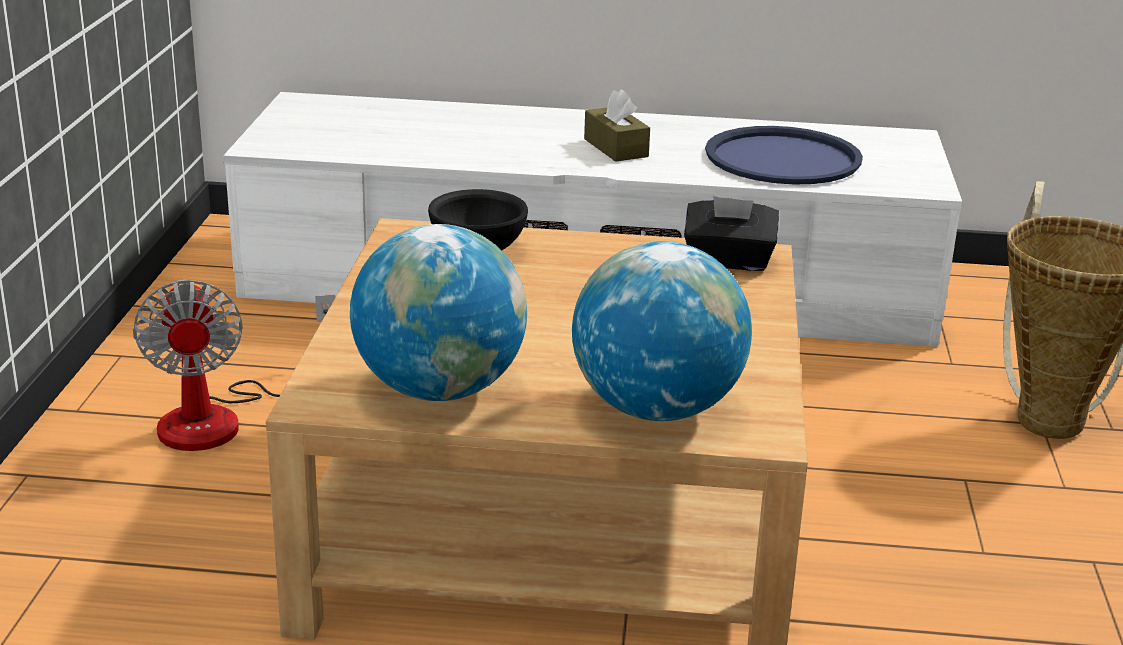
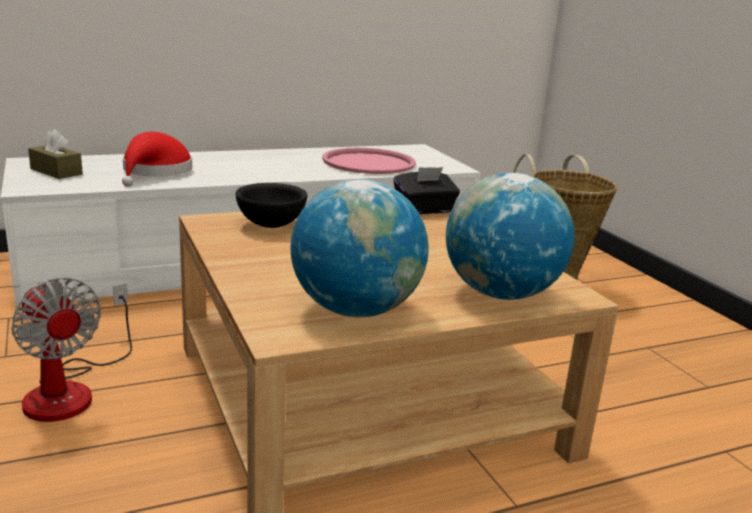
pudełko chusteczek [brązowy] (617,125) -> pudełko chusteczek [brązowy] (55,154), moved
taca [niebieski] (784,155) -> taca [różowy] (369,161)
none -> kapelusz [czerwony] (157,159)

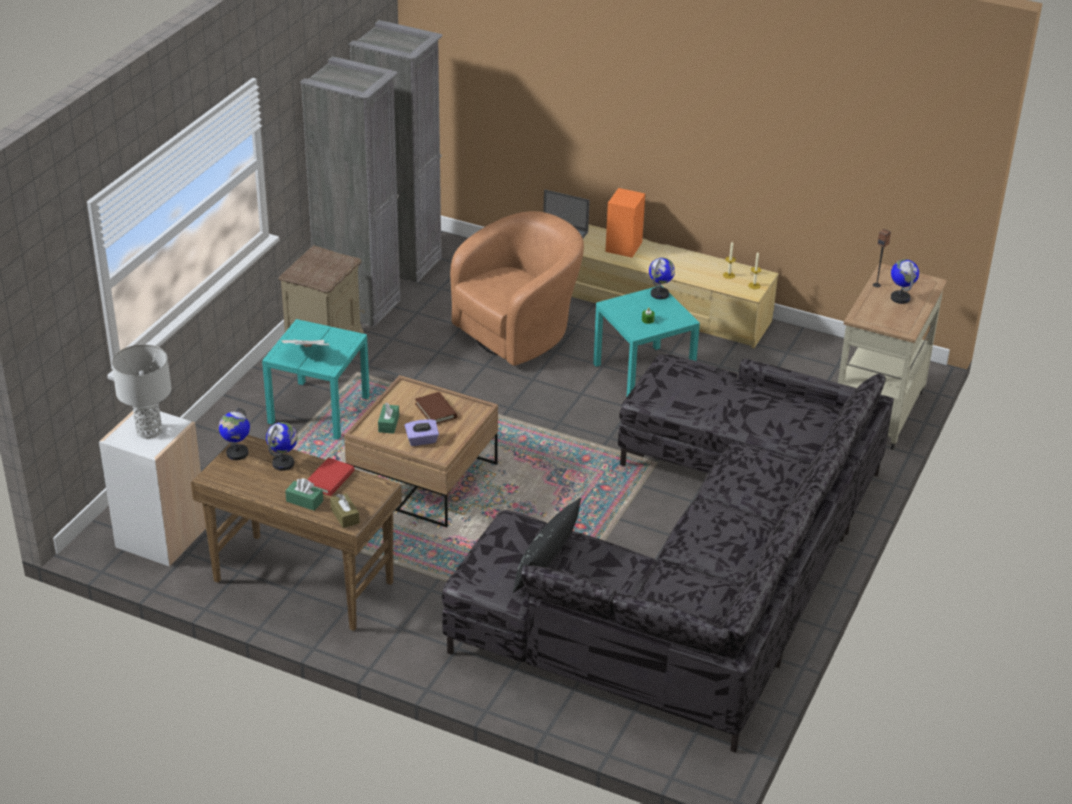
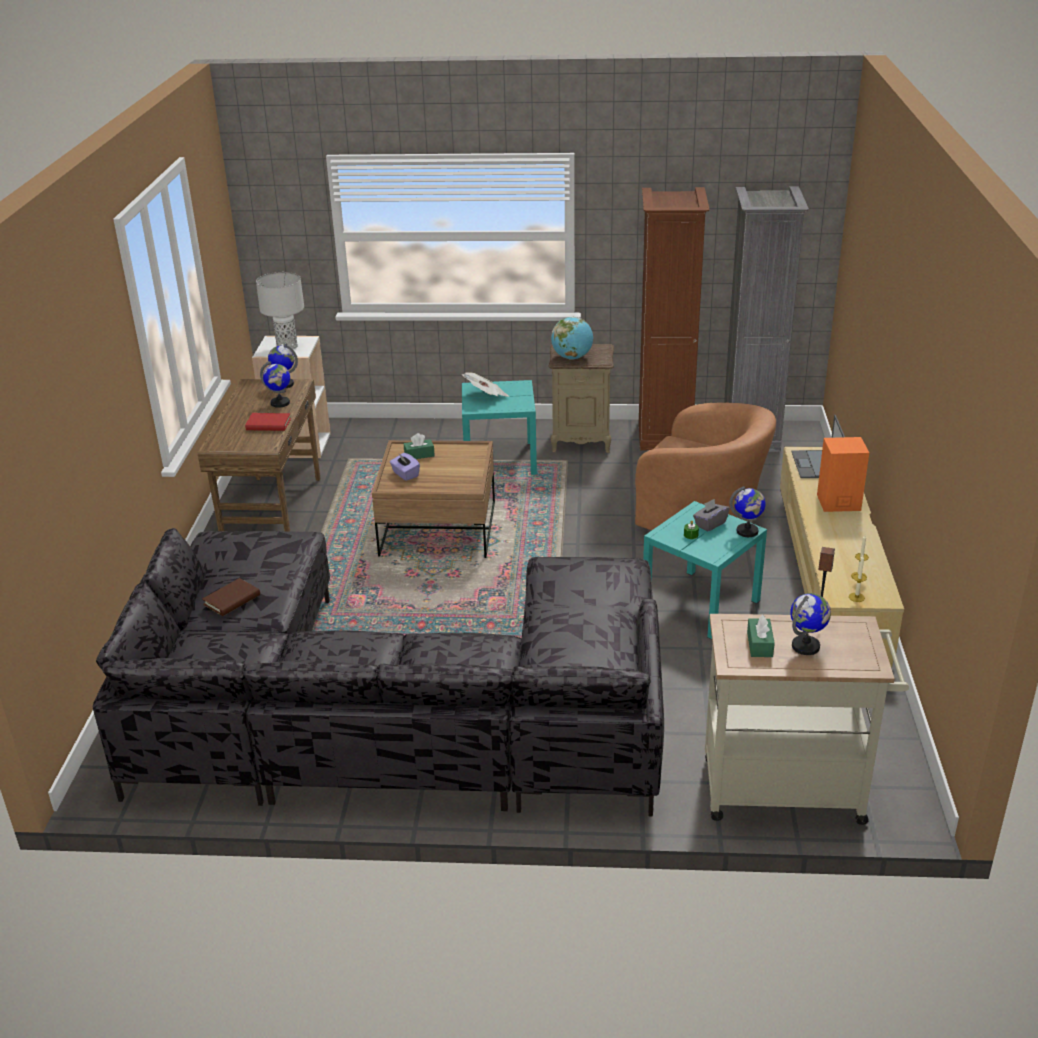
pudełko chusteczek [zielony] (304,494) -> pudełko chusteczek [zielony] (761,635), moved
szafka [szary] (350,191) -> szafka [brązowy] (674,319)
pudełko chusteczek [brązowy] (345,510) -> none
książka [brązowy] (436,408) -> książka [brązowy] (231,597), moved
poduszka [czarny] (547,545) -> none
none -> globus (572,338)
none -> pudełko chusteczek [szary] (711,515)

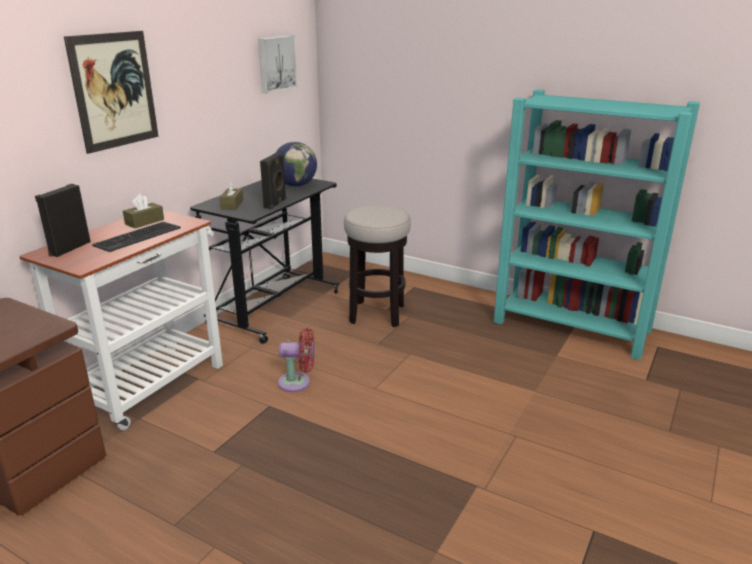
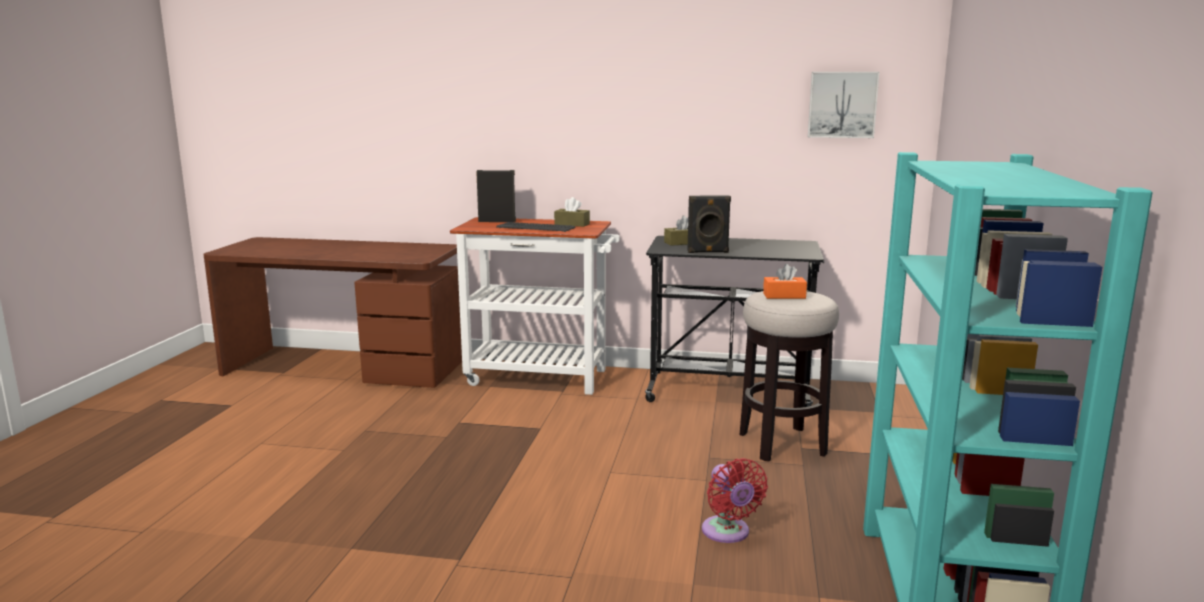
obraz (111,92) -> none
globus (296,164) -> none
wentylator [czerwony] (296,360) -> wentylator [czerwony] (735,500), moved
none -> pudełko chusteczek [pomarańczowy] (785,281)

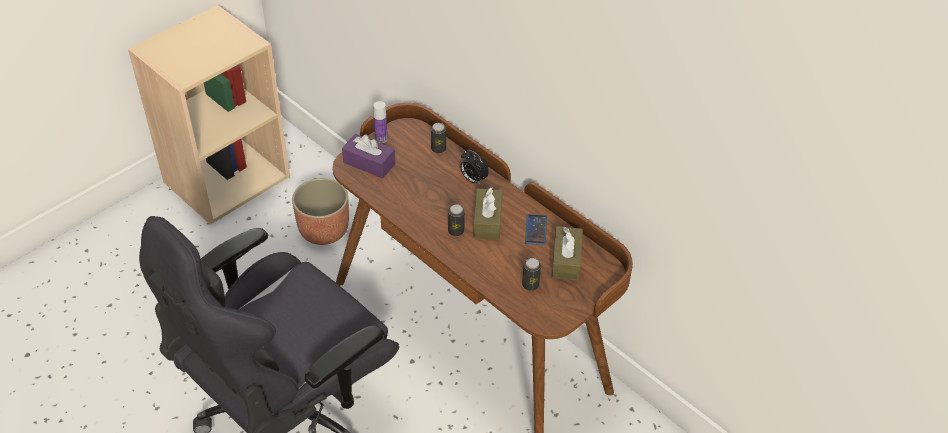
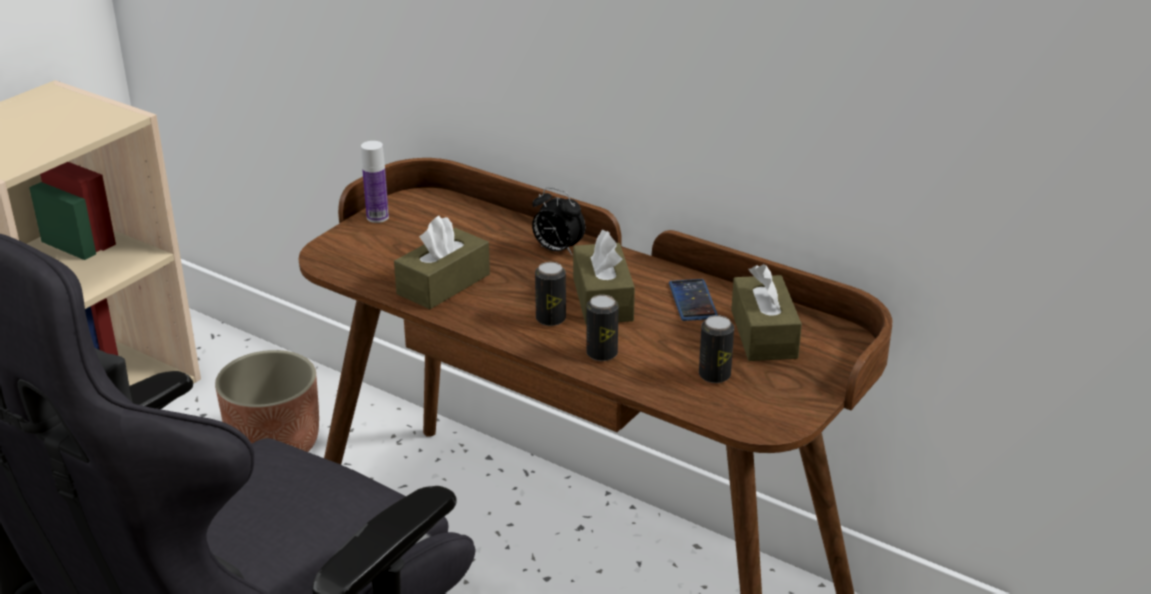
pudełko chusteczek [fioletowy] (369,156) -> none
puszka (438,138) -> puszka (602,328), moved
none -> pudełko chusteczek [brązowy] (442,262)

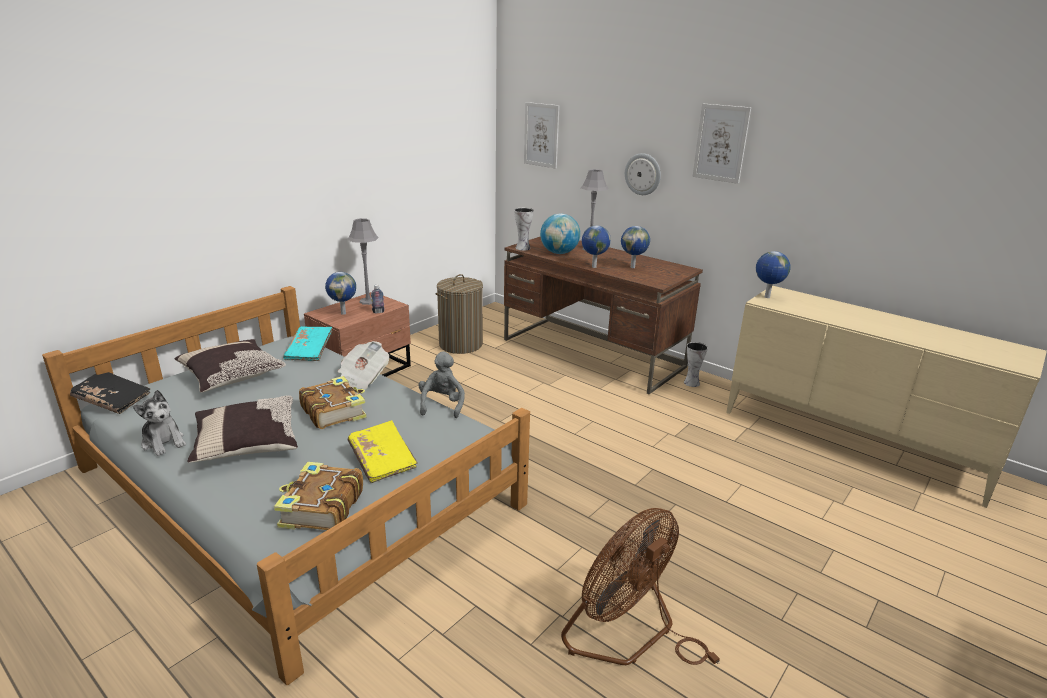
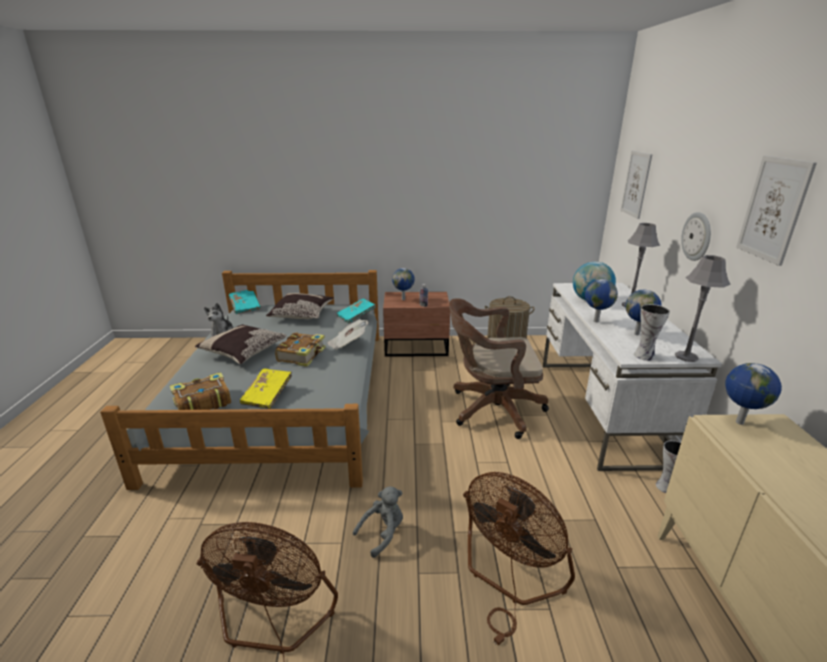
książka [czarny] (110,393) -> książka [turkusowy] (245,302)
lampa stołowa [szary] (363,261) -> lampa stołowa [szary] (702,308), moved
pluszak [szary] (441,384) -> pluszak [szary] (378,522), moved
biurko [brązowy] (603,315) -> biurko [biały] (632,377)
wazon (524,229) -> wazon (652,332), moved
none -> krzesło biurowe [brązowy] (499,368)
none -> wentylator [brązowy] (519,558)

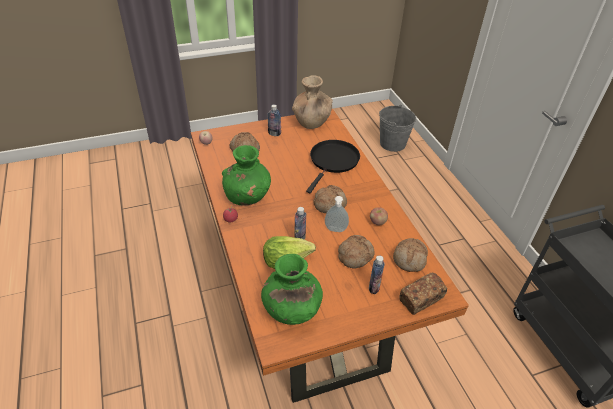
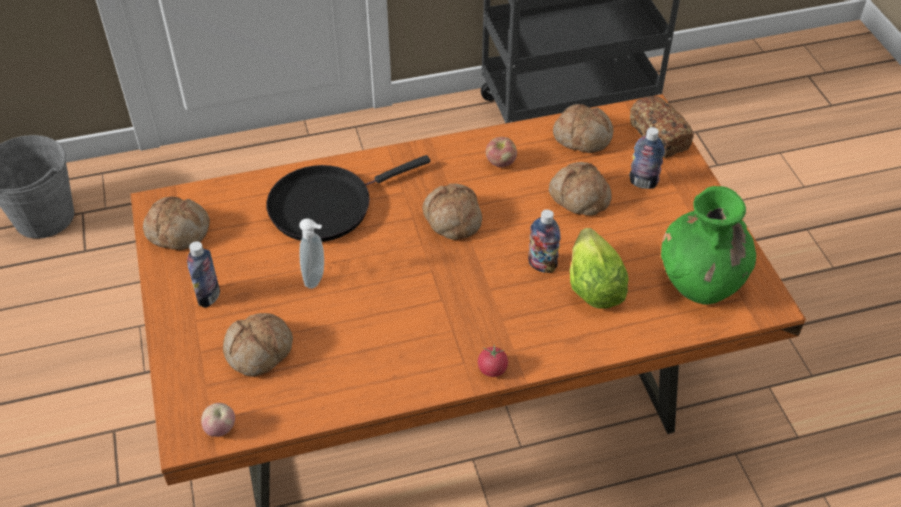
wazon [zielony] (246,175) -> none
wazon [brązowy] (312,102) -> chleb (176,223)
patelnia [czarny] (333,166) -> patelnia [czarny] (348,198), 60 degrees counterclockwise
dozownik mydła (337,214) -> dozownik mydła (311,253), moved

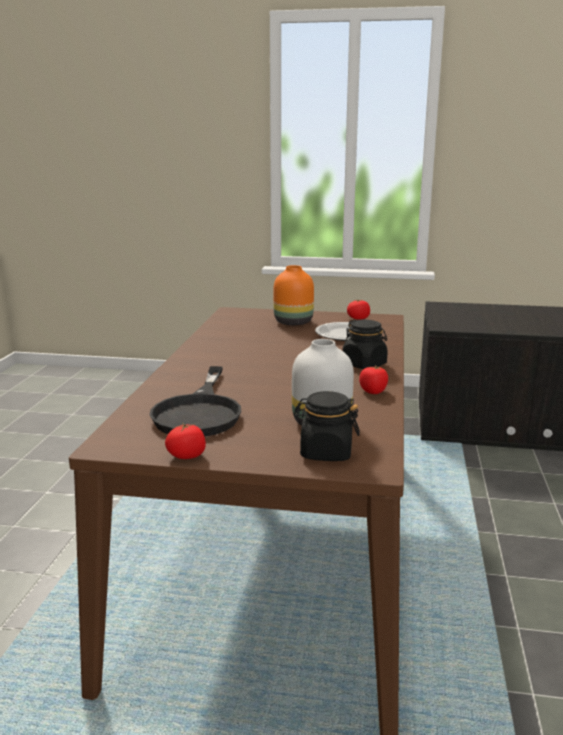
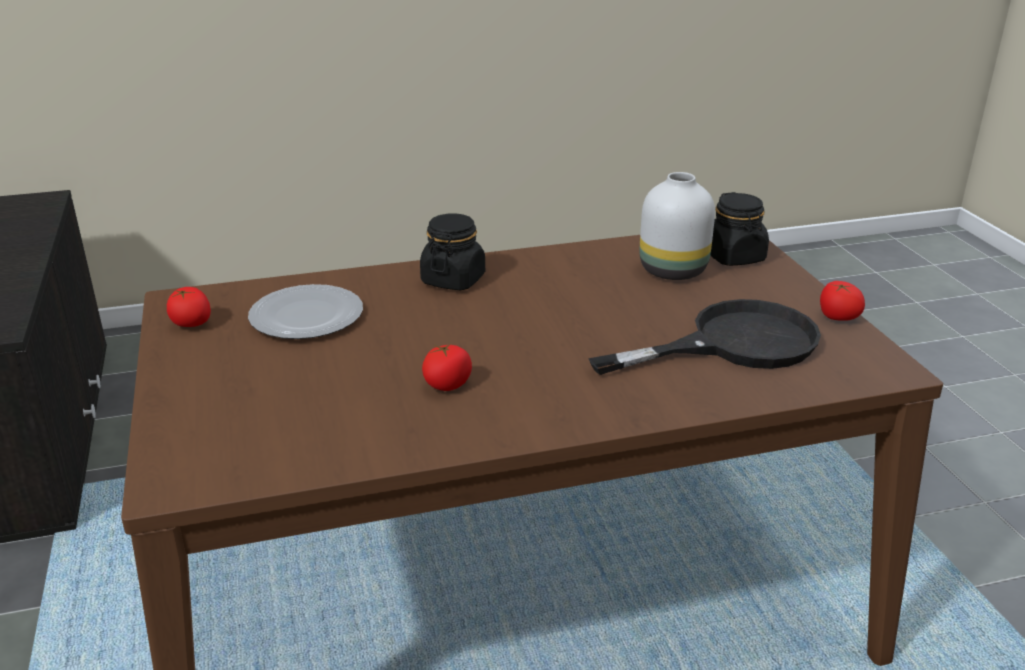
wazon [pomarańczowy] (294,295) -> none
pomidor (373,379) -> pomidor (447,367), moved

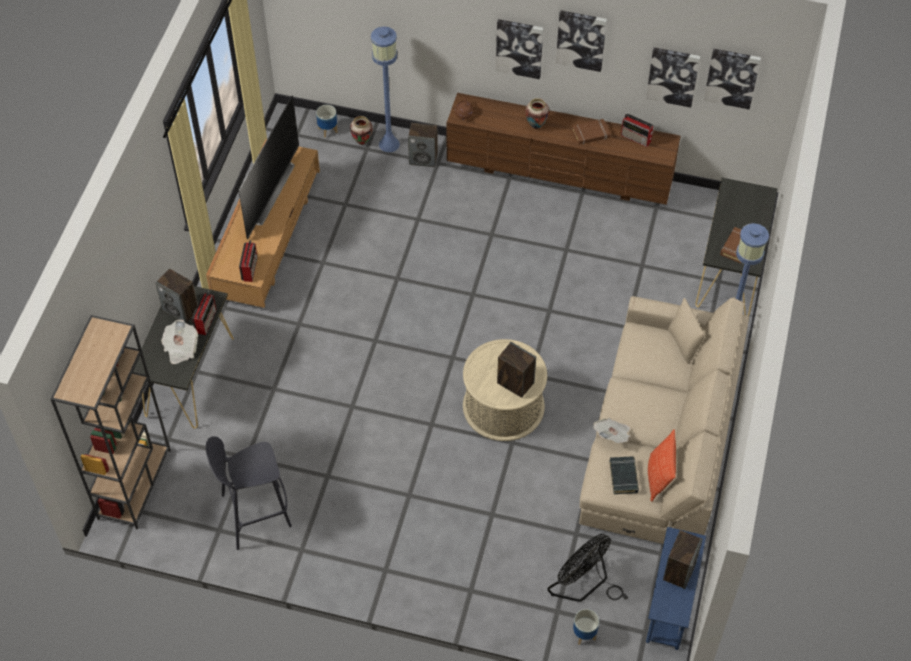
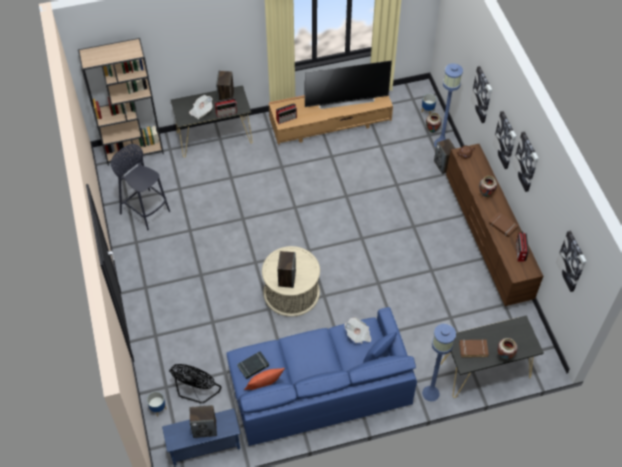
kanapa [beżowy] (664,420) -> kanapa [niebieski] (321,376)
gazeta (611,430) -> gazeta (358,330), moved
obraz (673,77) -> obraz (481,94), moved
none -> wazon (507,349)

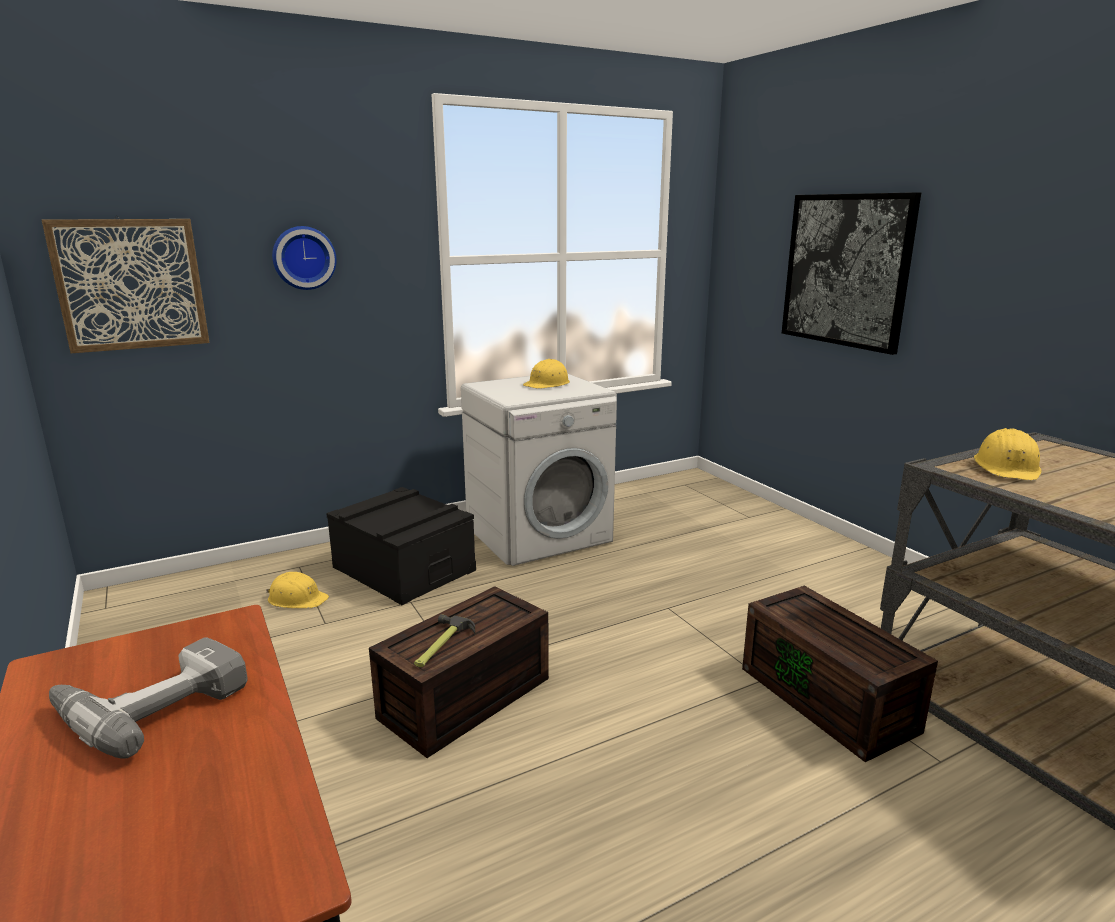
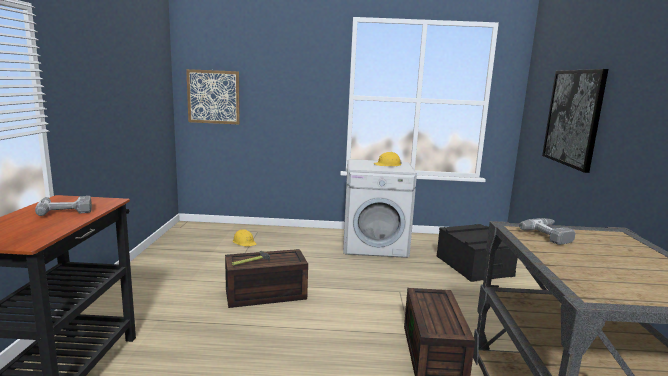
zegar ścienny (304,258) -> none
pojemnik do przechowywania [czarny] (401,546) -> pojemnik do przechowywania [czarny] (477,253), moved
kask [żółty] (1008,454) -> wiertarka (547,231)

